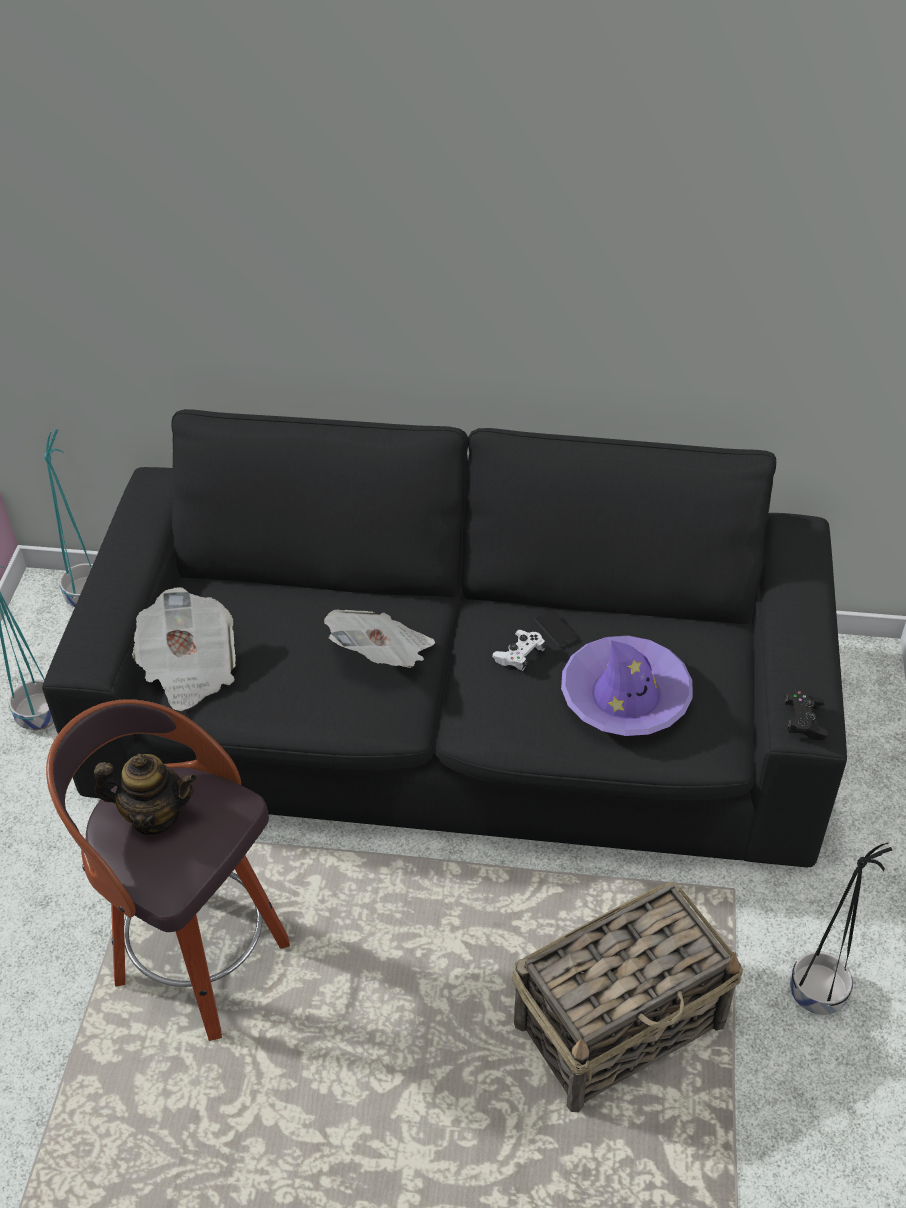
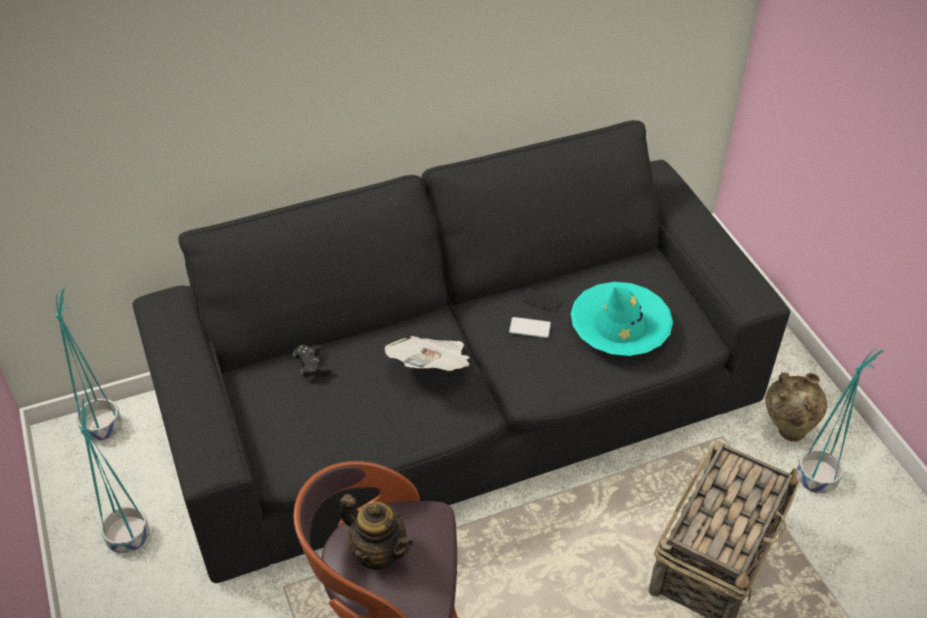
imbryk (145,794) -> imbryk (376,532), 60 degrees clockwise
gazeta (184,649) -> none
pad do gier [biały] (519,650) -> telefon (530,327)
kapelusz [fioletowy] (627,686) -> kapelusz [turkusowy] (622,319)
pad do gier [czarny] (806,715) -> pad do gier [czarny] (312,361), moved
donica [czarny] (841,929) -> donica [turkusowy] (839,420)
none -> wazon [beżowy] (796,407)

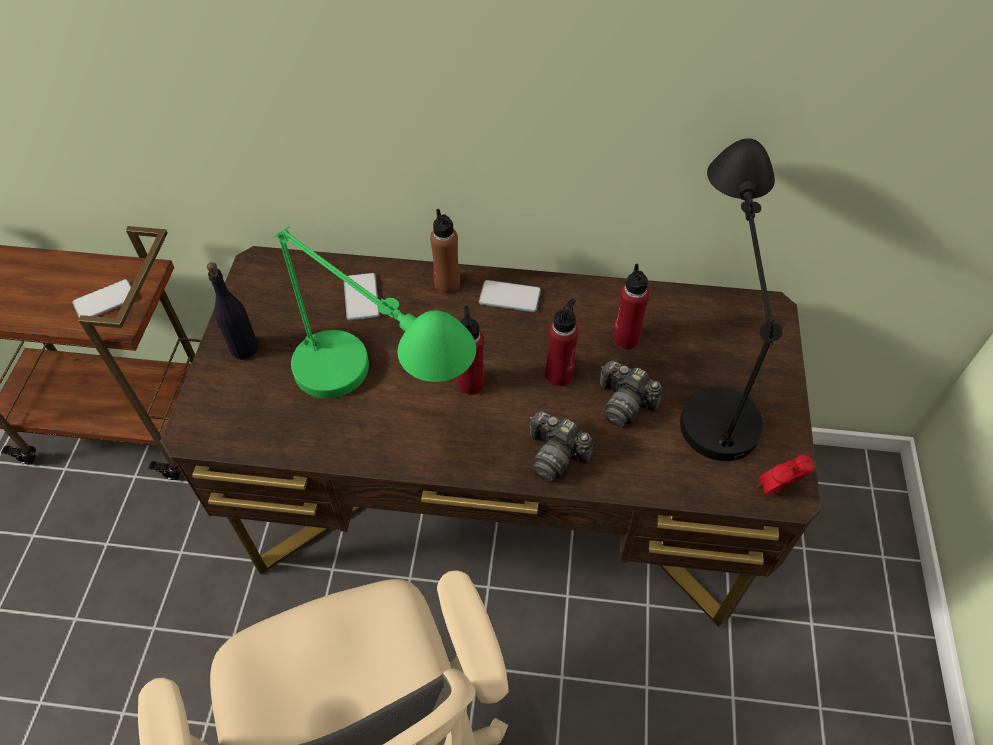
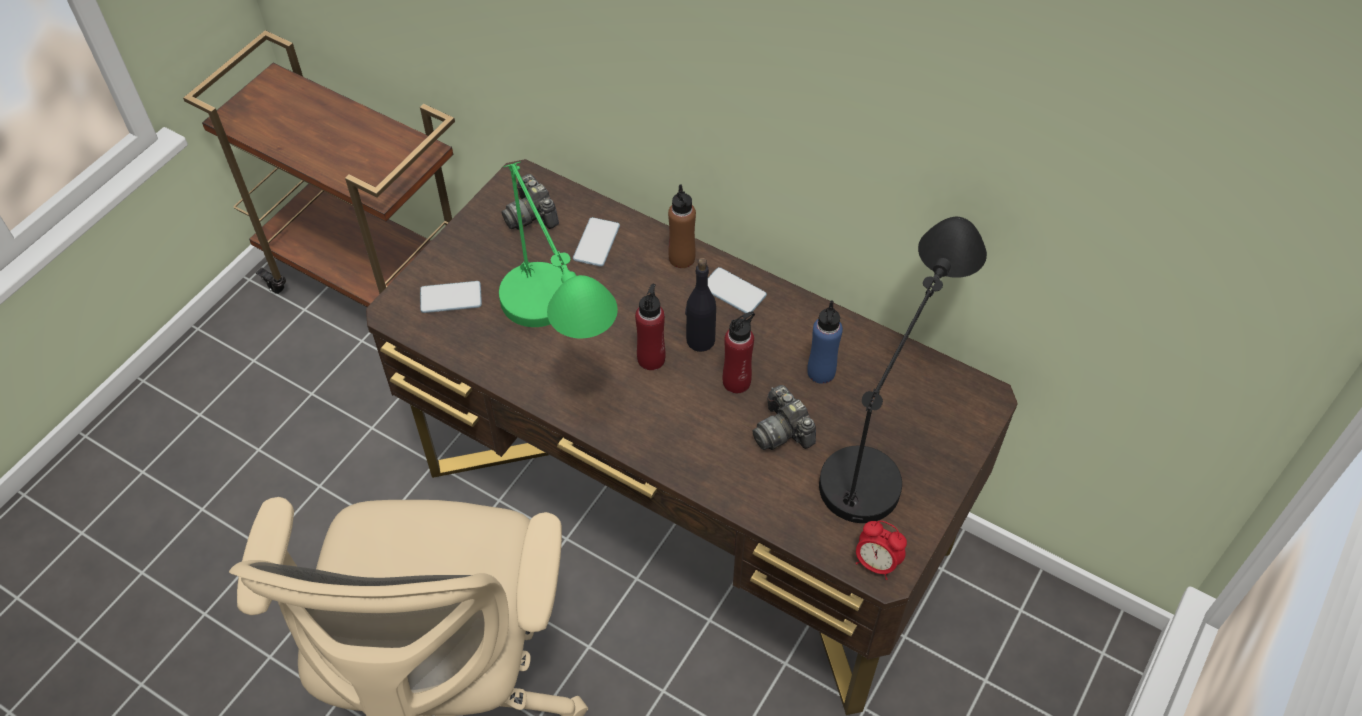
telefon (101,298) -> telefon (451,297), moved
butelka [czarny] (232,311) -> butelka [czarny] (700,305), moved
aparat fotograficzny (561,446) -> aparat fotograficzny (530,202), moved
butelka [czerwony] (631,306) -> butelka [niebieski] (825,342)
budzik (785,474) -> budzik (881,550), 150 degrees counterclockwise

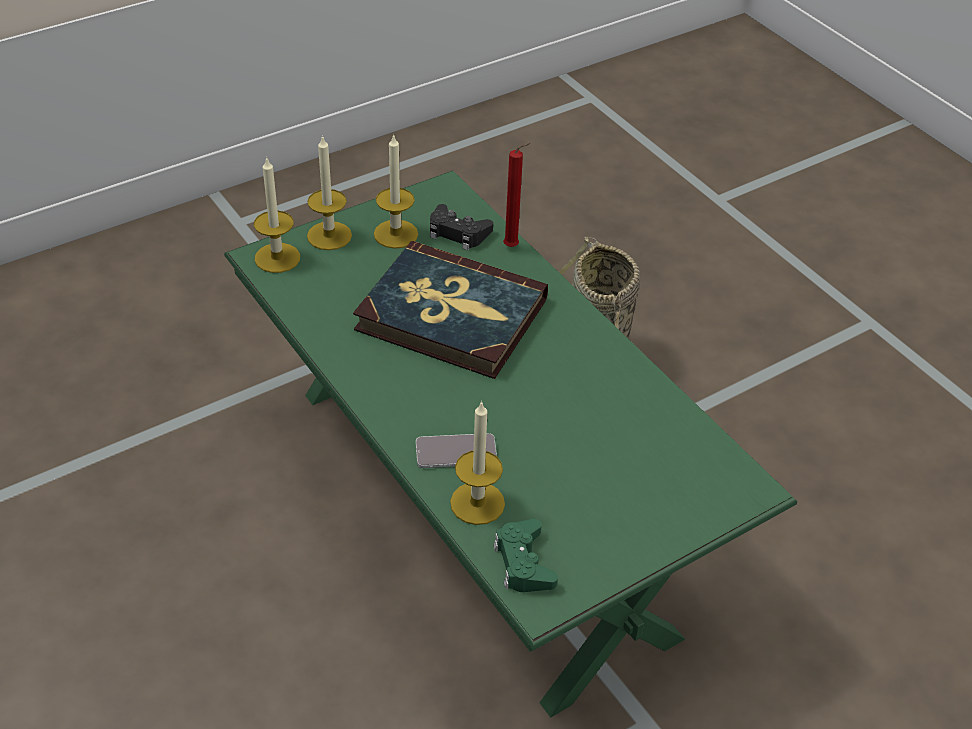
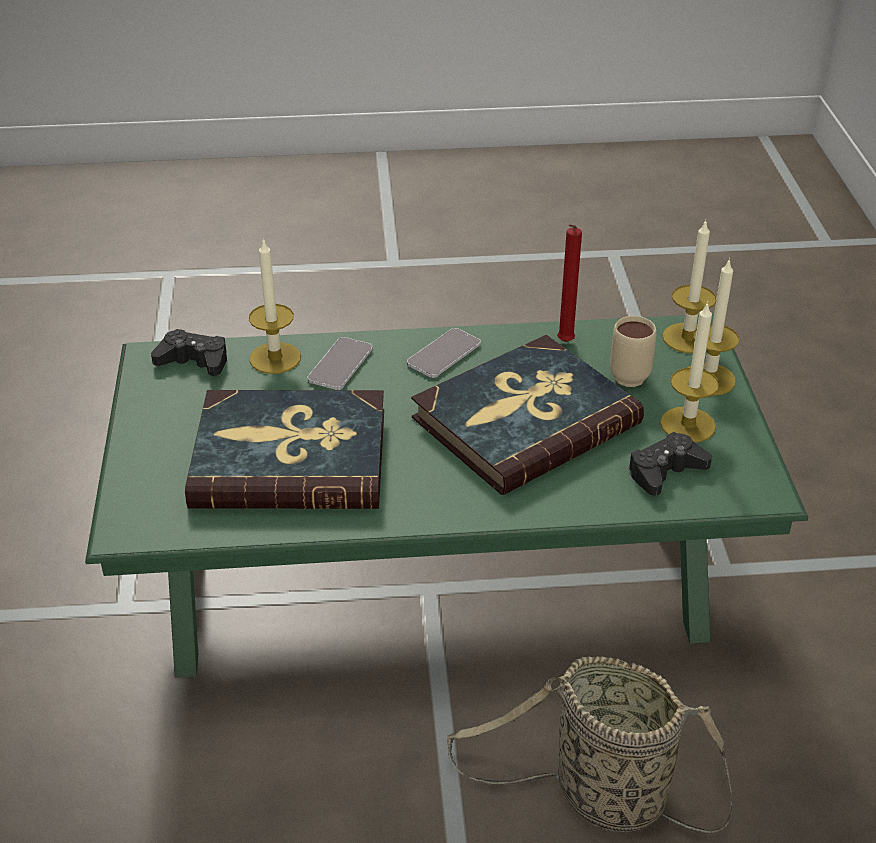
pad do gier [zielony] (526,555) -> pad do gier [czarny] (189,352)
świeca [czerwony] (517,195) -> świeca [czerwony] (569,283), moved
none -> książka (284,449)
none -> telefon (444,353)
none -> kubek [beżowy] (633,351)

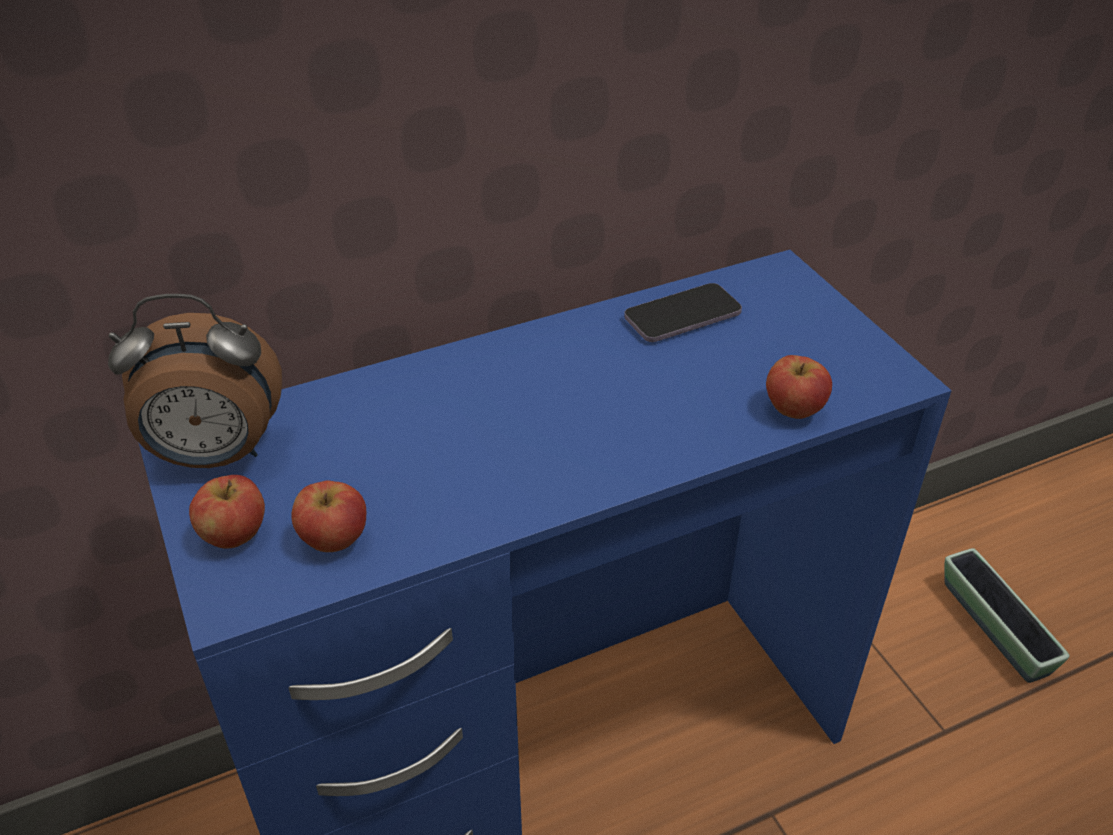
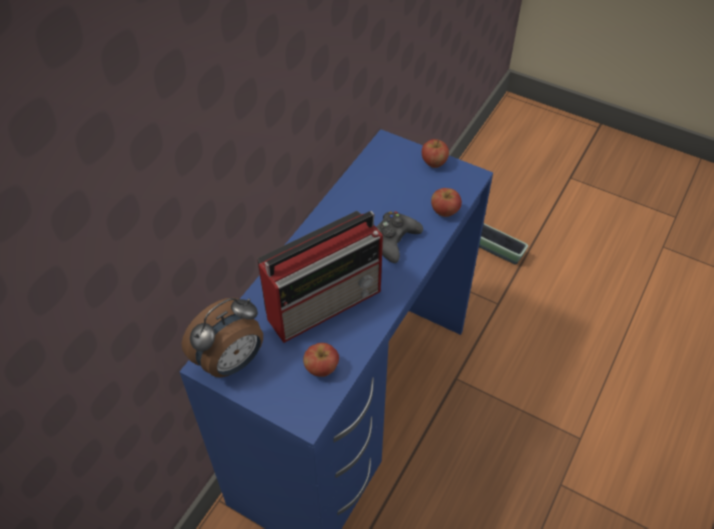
jabłko (227,512) -> jabłko (435,153), moved
telefon (683,312) -> none
none -> radio (320,277)
none -> pad do gier [czarny] (399,237)

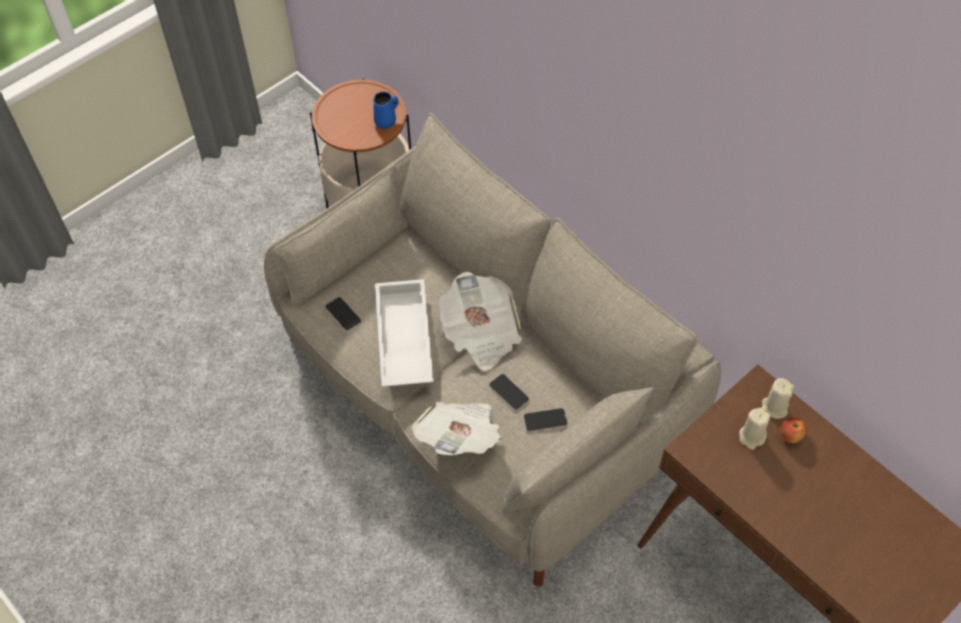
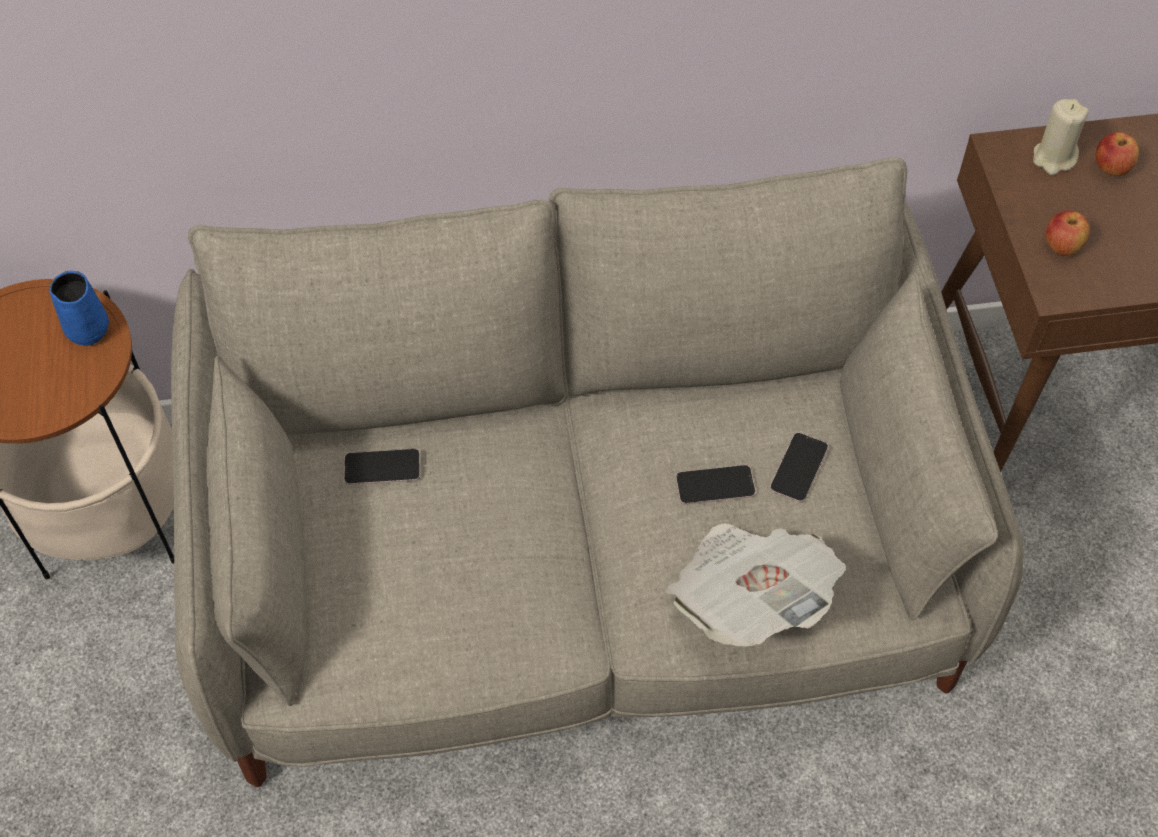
telefon (343,314) -> telefon (382,467), moved
taca [biały] (404,333) -> none
gazeta (480,321) -> none
świeca [beżowy] (754,429) -> none
none -> jabłko (1068,233)

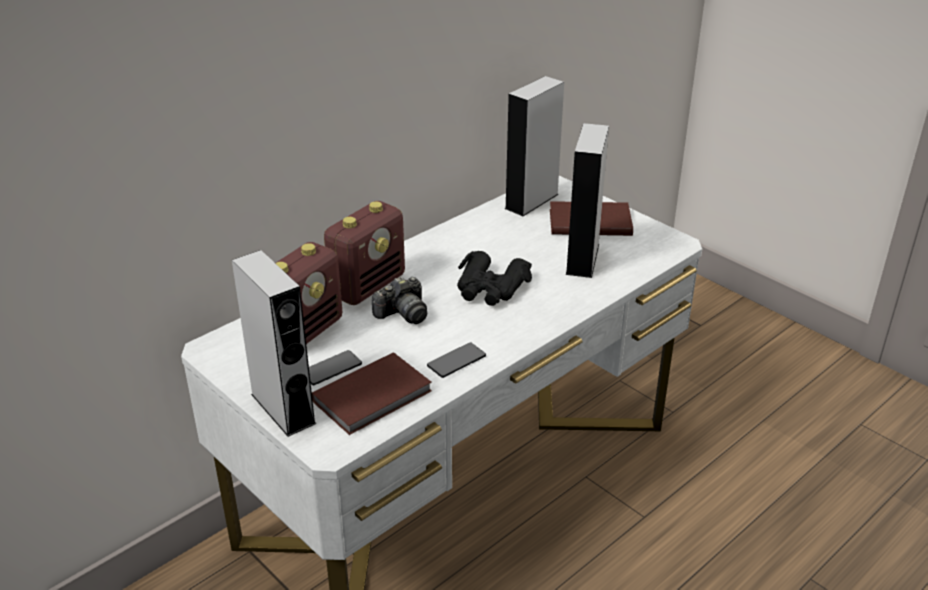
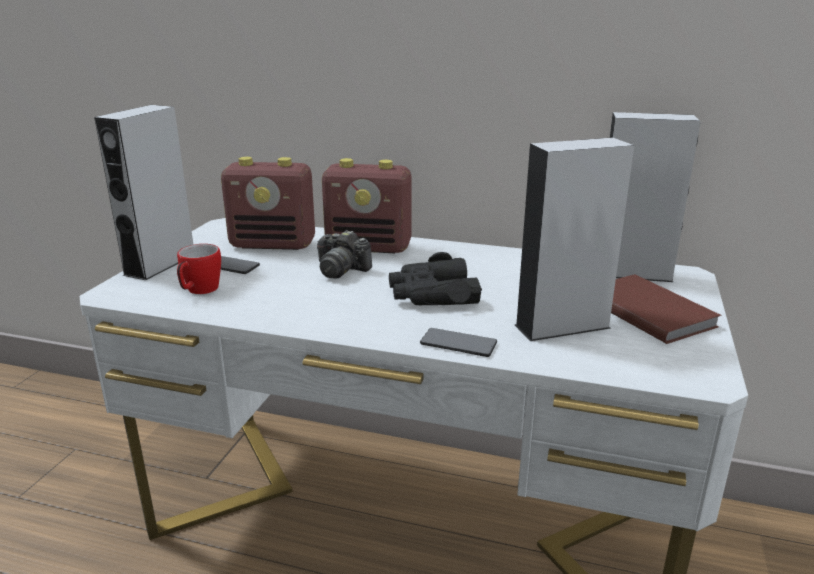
książka [brązowy] (372,393) -> kubek (199,269)
telefon (456,360) -> telefon (458,342), moved

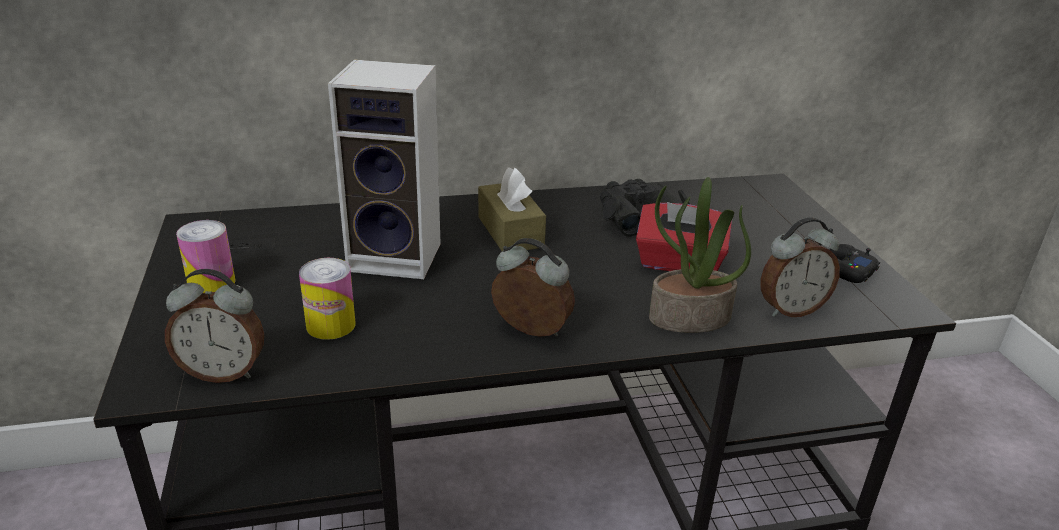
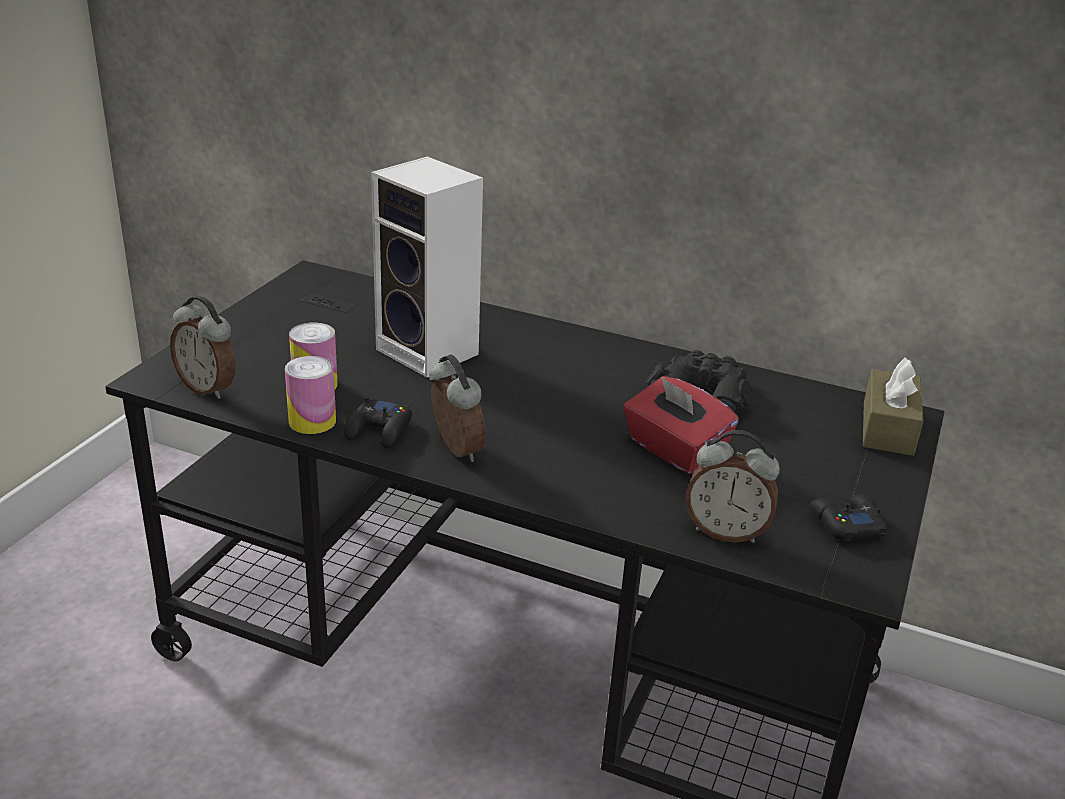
puszka (205,256) -> puszka (310,395), moved
pudełko chusteczek [brązowy] (512,209) -> pudełko chusteczek [brązowy] (893,407), moved
roślina doniczkowa (700,255) -> none
none -> pad do gier [czarny] (378,422)

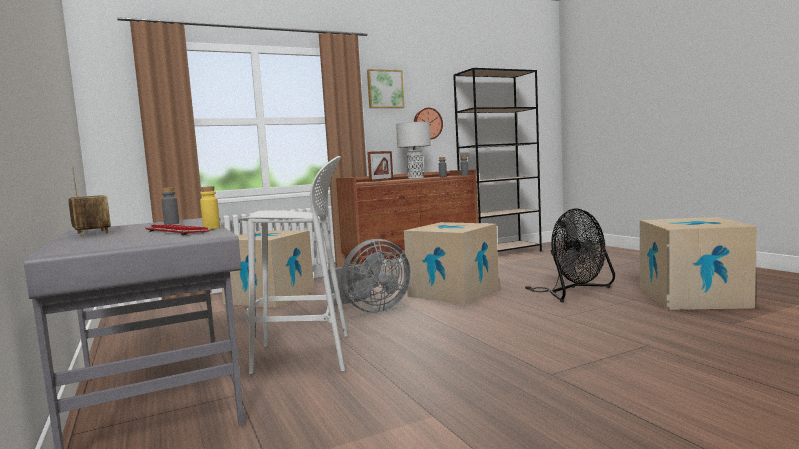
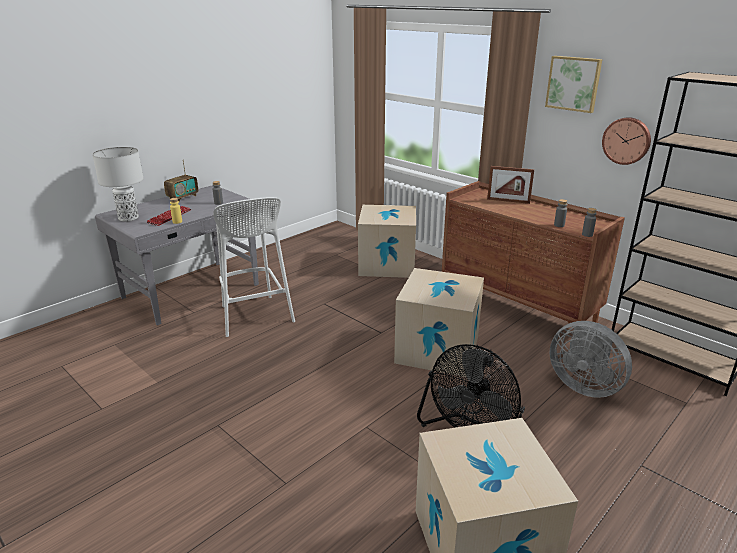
wentylator [szary] (369,276) -> wentylator [szary] (591,359), moved
lampa stołowa [biały] (413,150) -> lampa stołowa [biały] (118,184), moved

